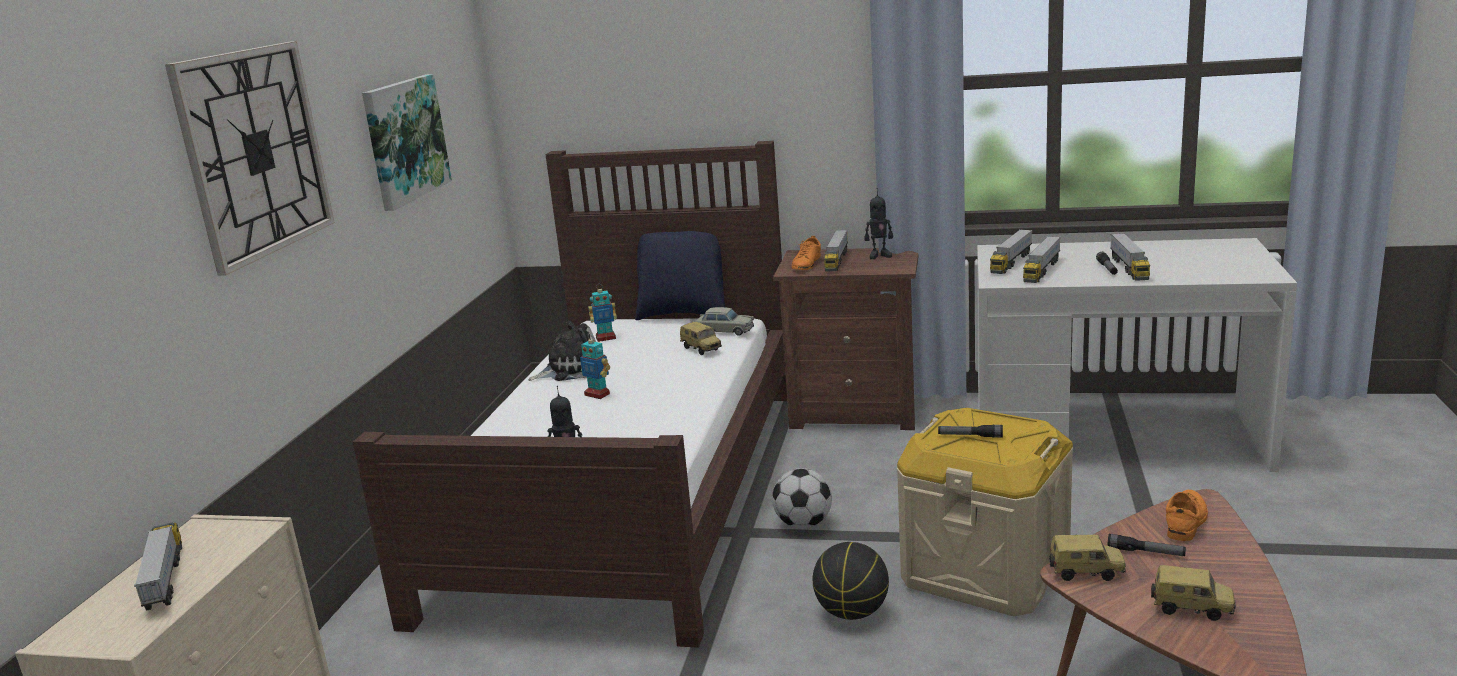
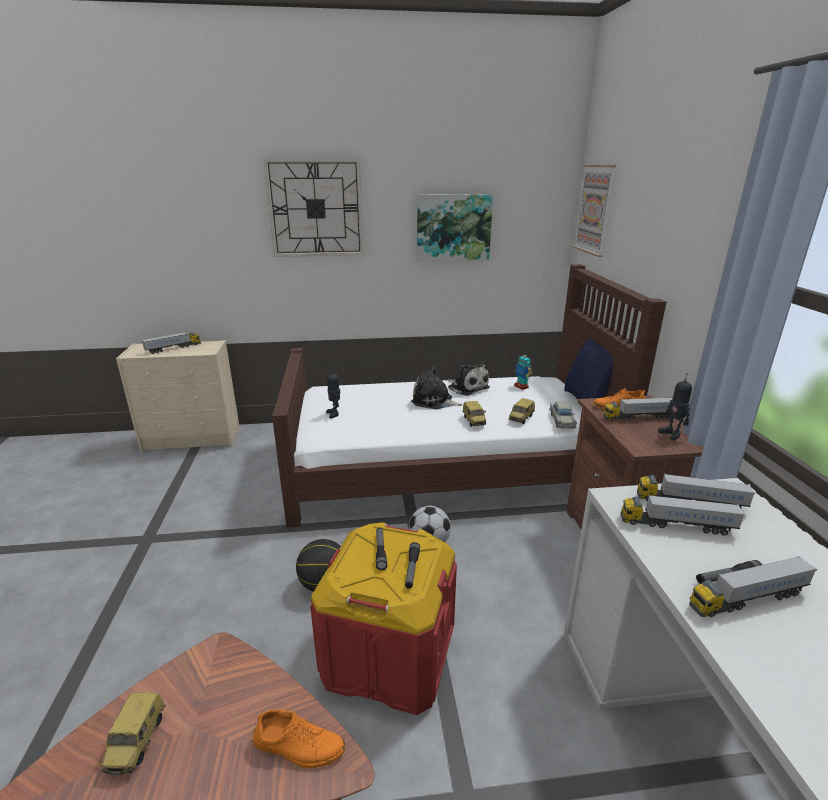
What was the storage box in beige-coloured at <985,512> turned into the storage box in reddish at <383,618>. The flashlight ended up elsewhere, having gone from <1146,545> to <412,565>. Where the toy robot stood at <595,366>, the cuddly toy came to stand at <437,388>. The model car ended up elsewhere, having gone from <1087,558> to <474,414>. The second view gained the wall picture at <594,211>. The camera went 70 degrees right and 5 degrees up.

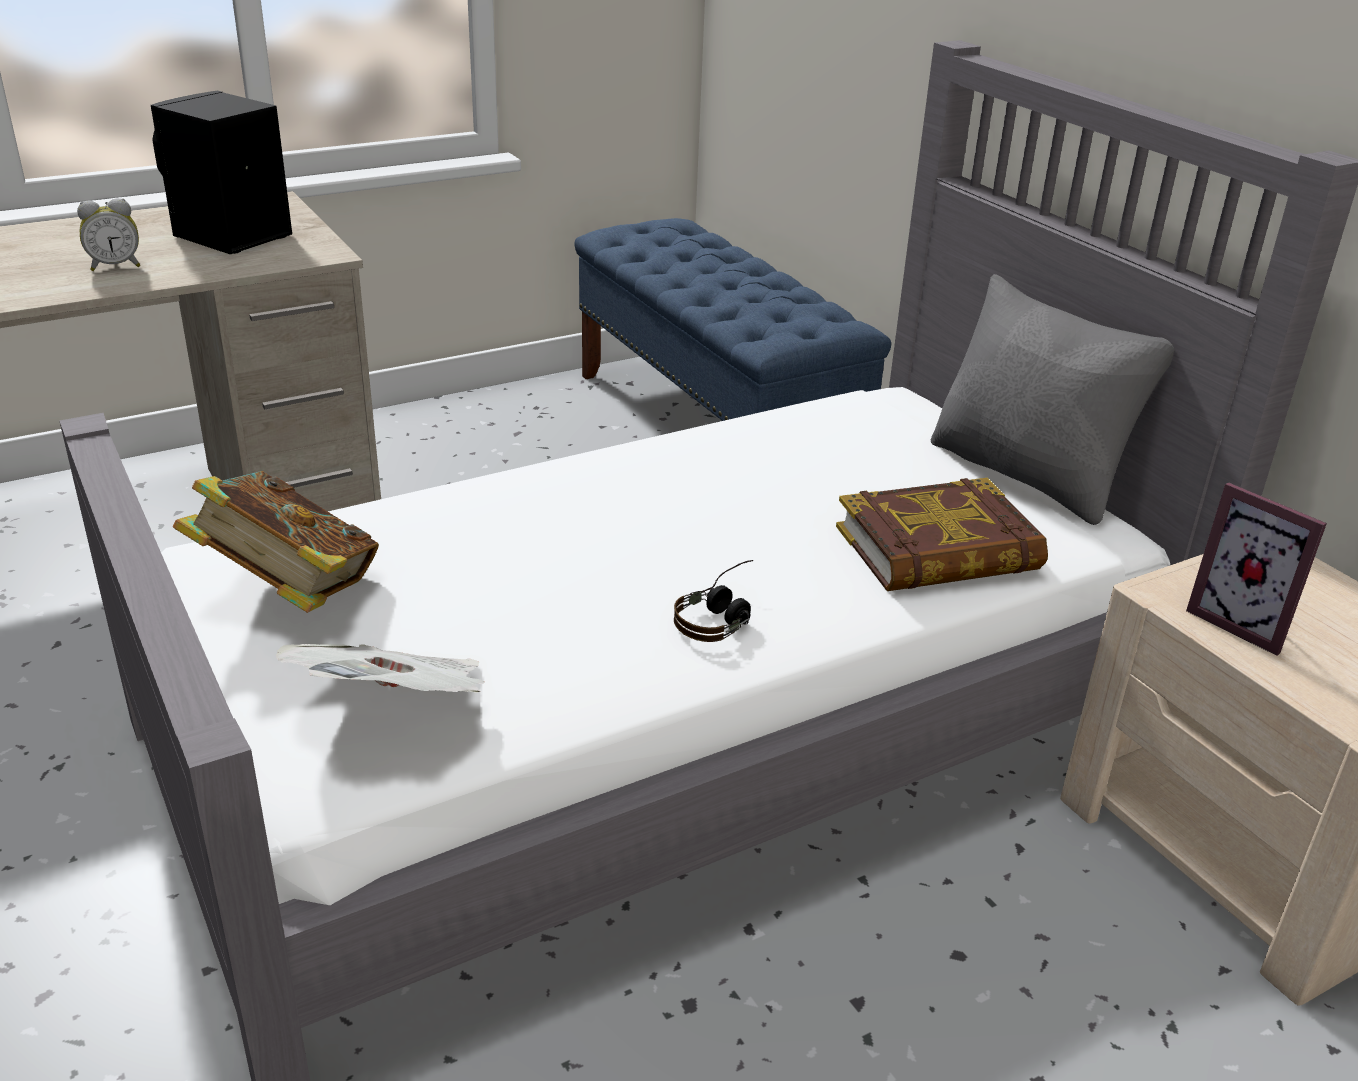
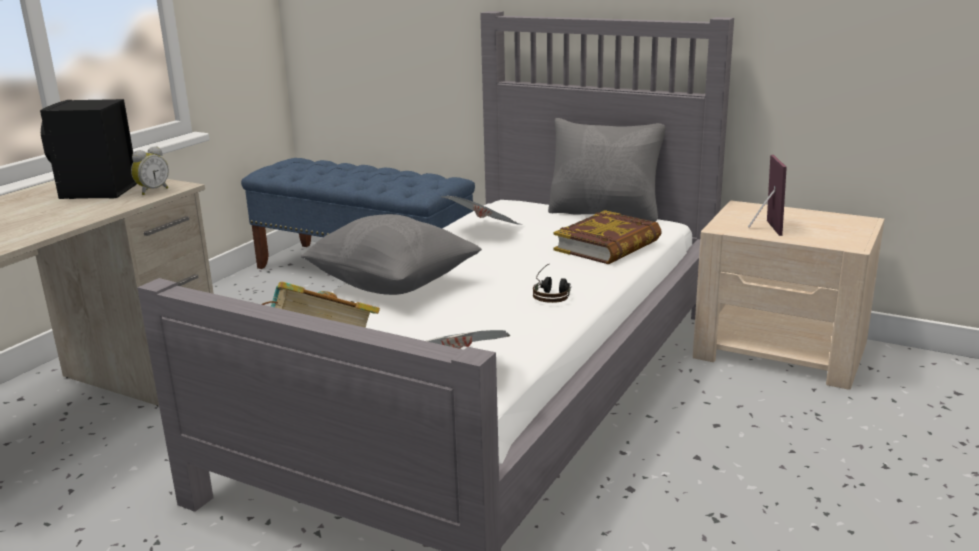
The alarm clock ended up elsewhere, having gone from <108,234> to <150,170>. The second view gained the cushion in grey at <391,254>. The second view gained the daily paper at <481,210>. The standing frame at <1256,569> ended up facing another way, 105 degrees counterclockwise from before. The camera went 30 degrees left and 10 degrees down.

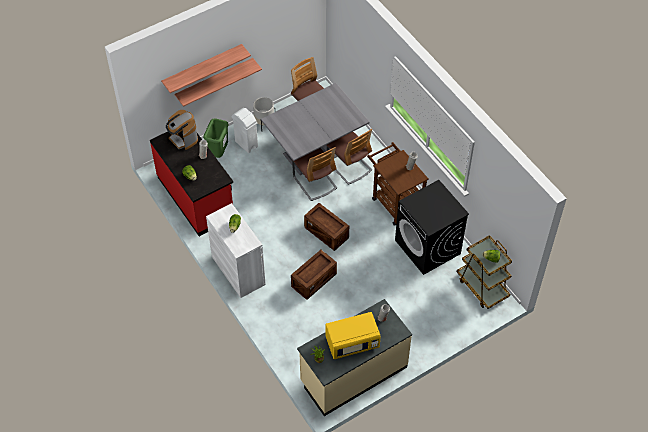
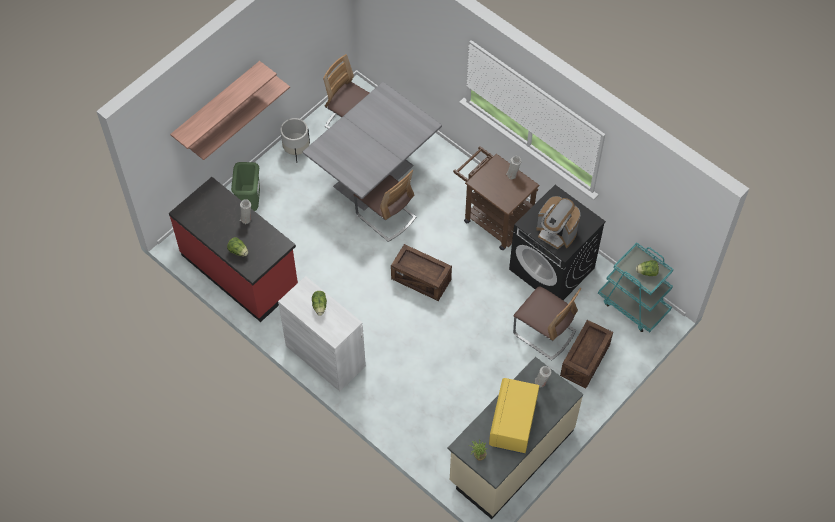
The microwave in yellow at <353,335> ended up facing another way, 135 degrees clockwise from before. The upright chair ended up elsewhere, having gone from <349,157> to <547,323>. The coffee brewer ended up elsewhere, having gone from <182,129> to <558,223>. The shipping crate ended up elsewhere, having gone from <314,275> to <586,354>. What was the cart in brownish at <484,272> turned into the cart in blue-green at <635,287>. The second view lost the trash can in white at <245,130>. The camera went 15 degrees left and 5 degrees up.

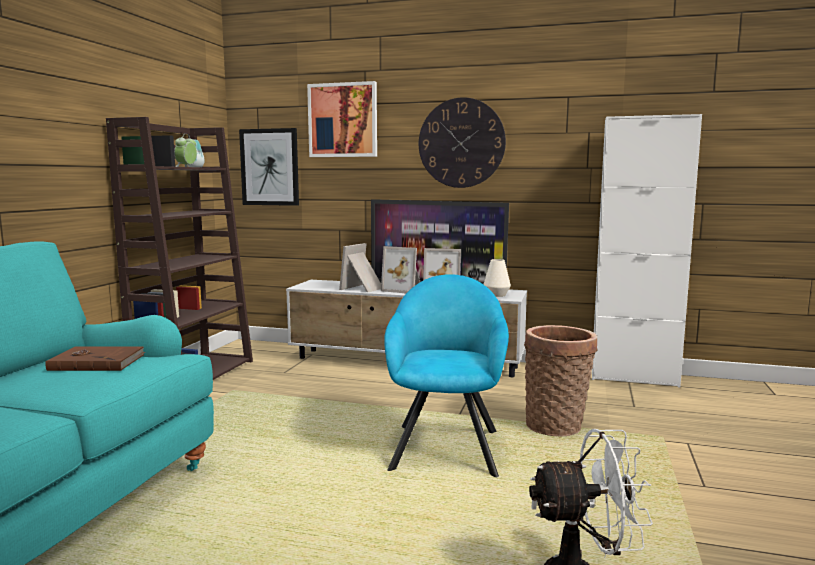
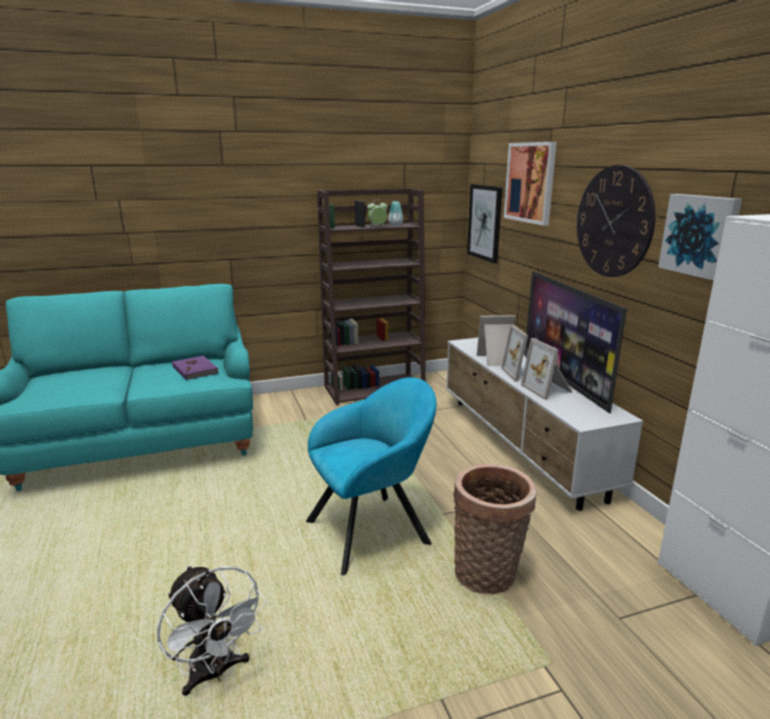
What was the volume in brownish at <95,358> turned into the volume in purplish at <195,368>. The second view gained the wall picture at <700,237>. The second view lost the decorative vase in white at <497,278>. The camera went 55 degrees right and 10 degrees up.

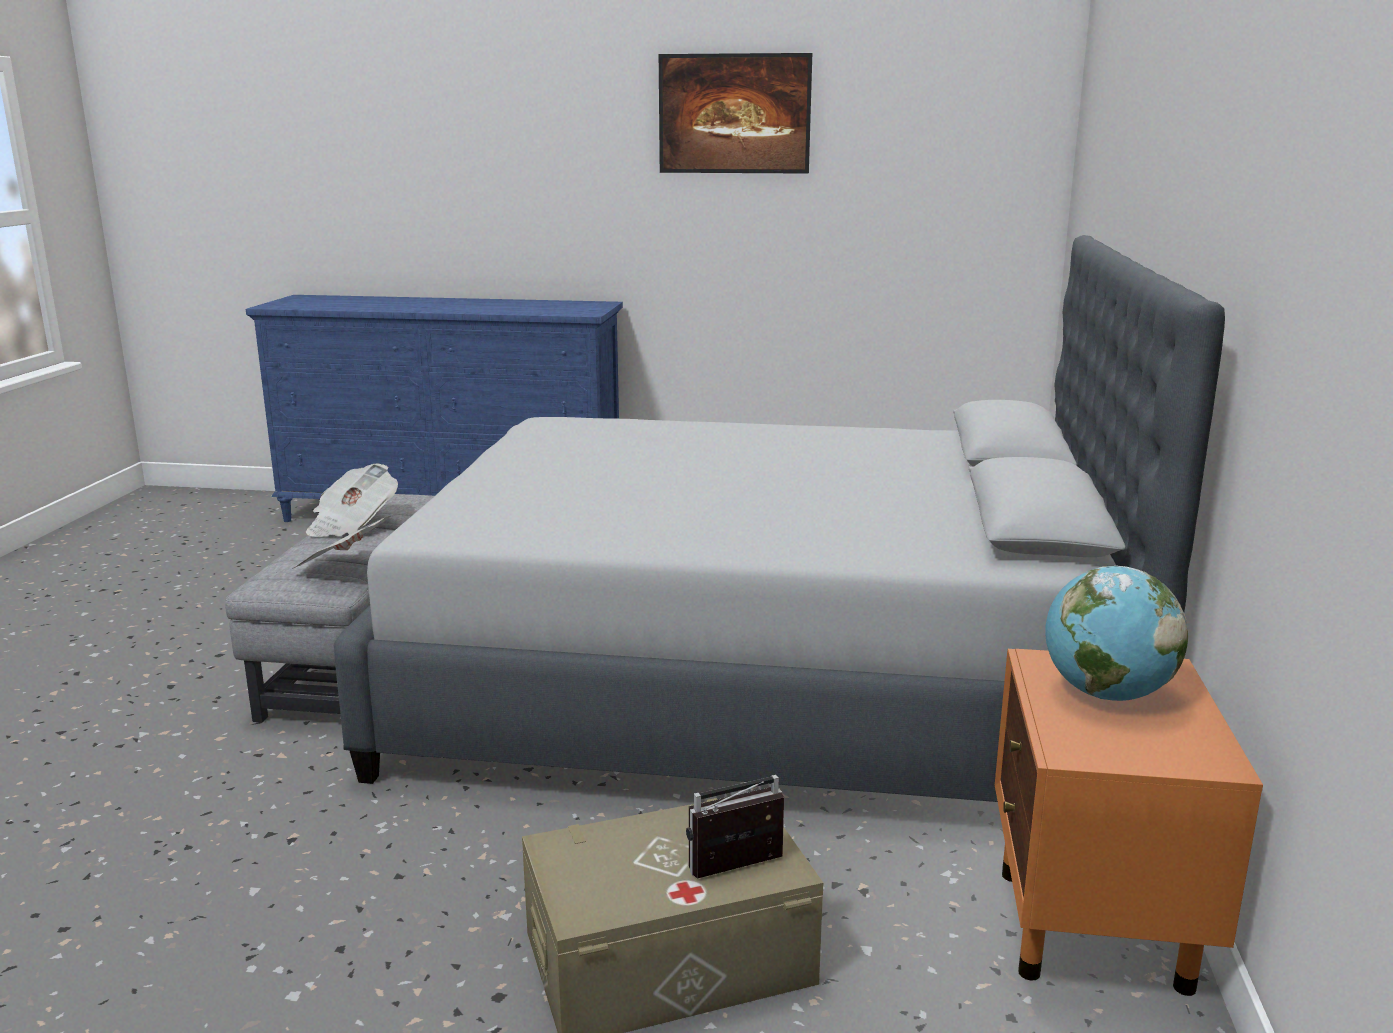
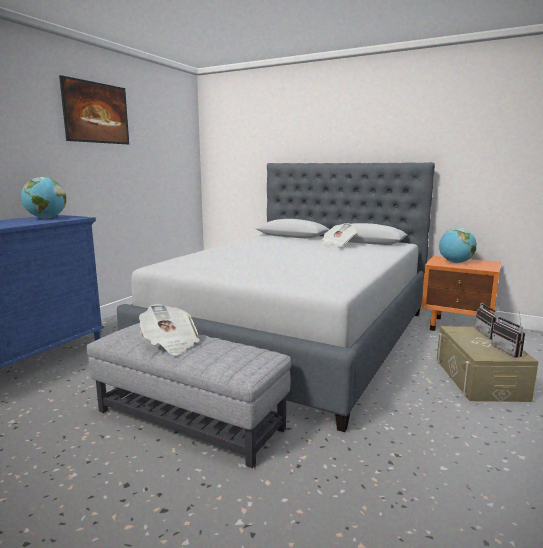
The second view gained the world globe at <44,198>. The daily paper ended up elsewhere, having gone from <341,542> to <339,235>. The second view gained the radio receiver at <508,334>. The camera went 70 degrees left and 5 degrees down.

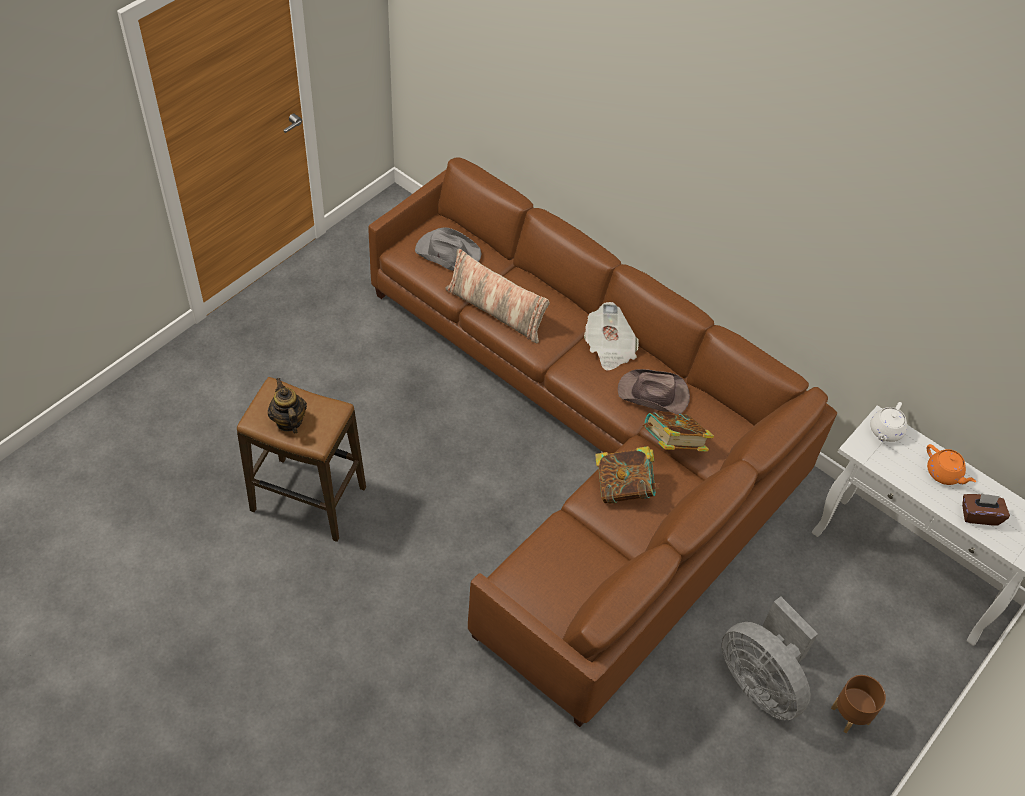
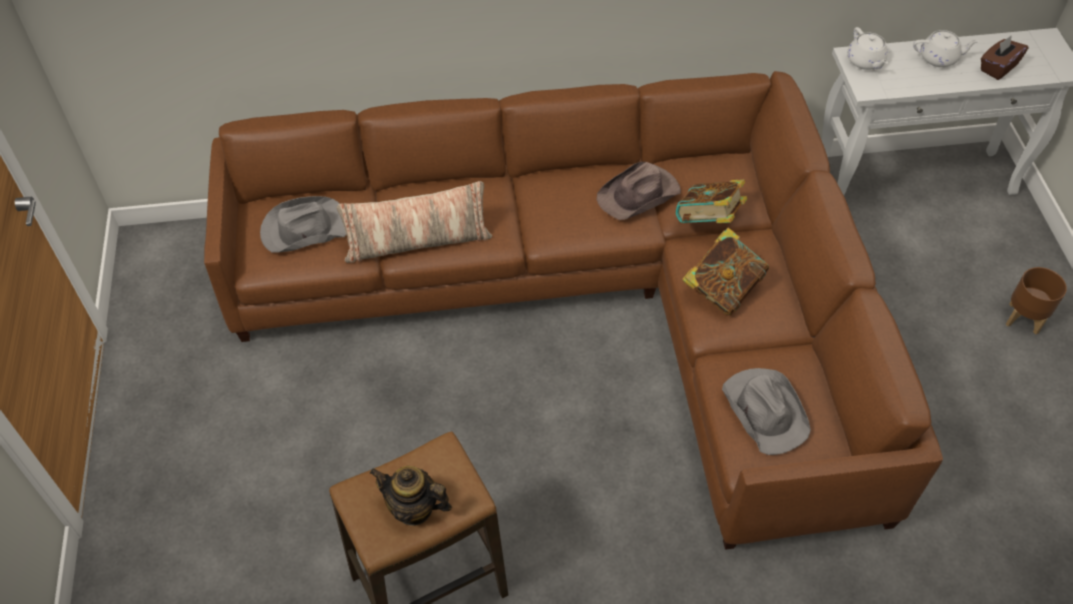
The second view gained the clothing hat in grey at <766,411>. What was the teapot in orangey at <951,464> turned into the teapot in white at <946,48>. The second view lost the daily paper at <611,336>. The second view lost the fan in grey at <770,658>. The camera went 45 degrees left and 0 degrees up.

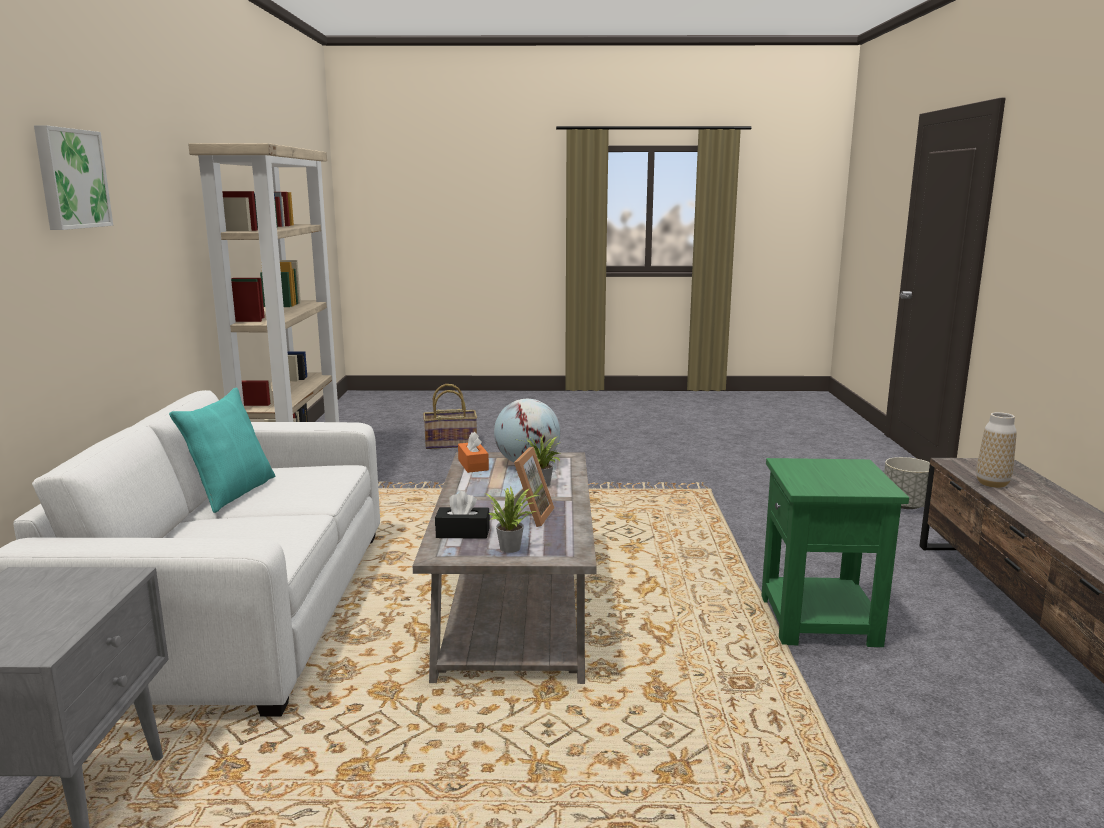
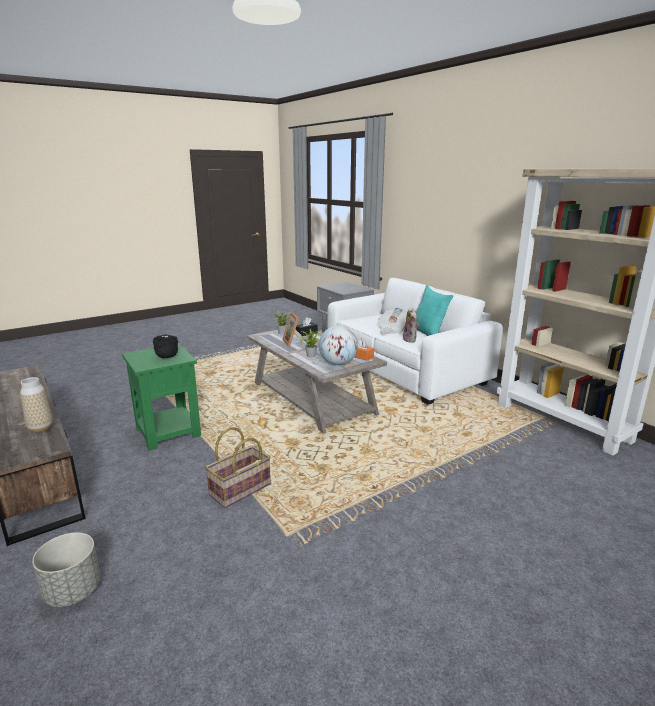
The second view gained the bowl in black-coloured at <165,346>. The basket ended up elsewhere, having gone from <450,416> to <238,467>. The second view gained the daily paper at <392,320>. The second view gained the cuddly toy at <411,325>. The second view lost the wall picture at <73,177>. The camera went 145 degrees right and 5 degrees up.

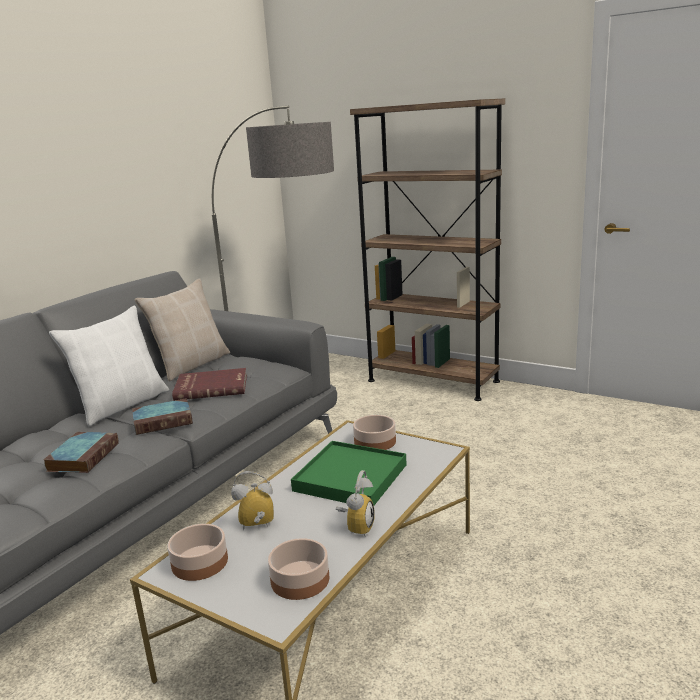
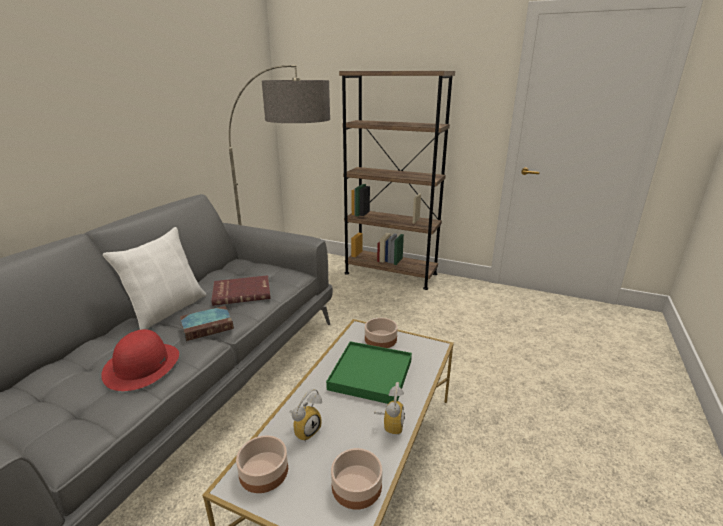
Where the volume stood at <81,452>, the clothing hat in reddish came to stand at <140,360>. The alarm clock at <252,501> ended up facing another way, 150 degrees clockwise from before. The second view lost the cushion in beige-coloured at <182,329>. The camera went 10 degrees left and 5 degrees up.

